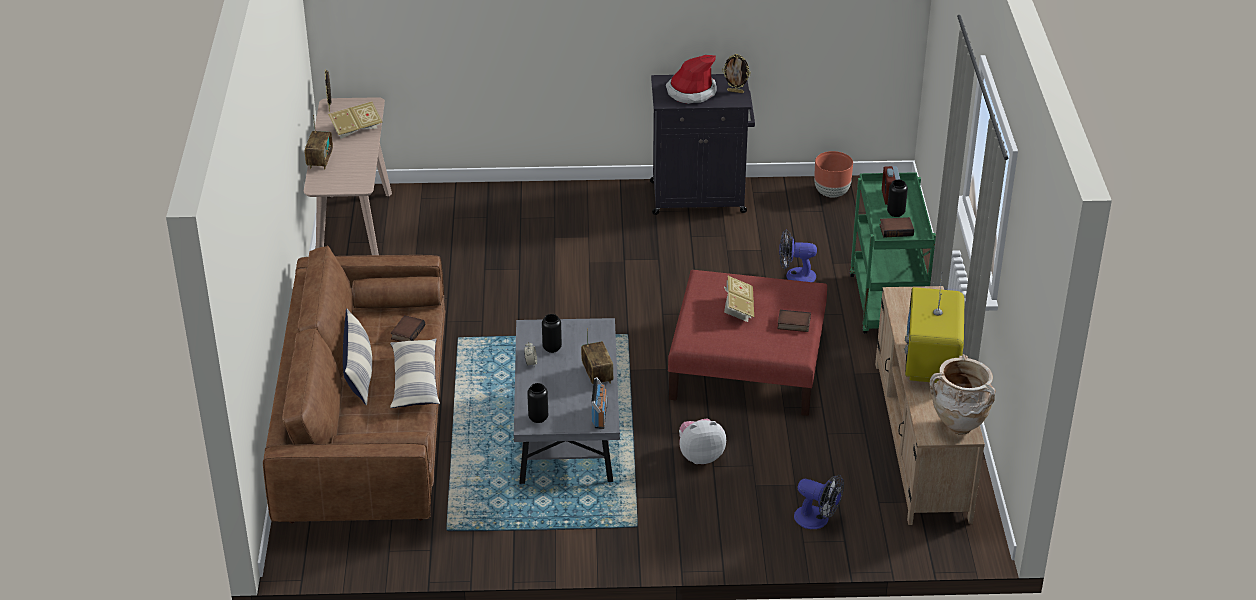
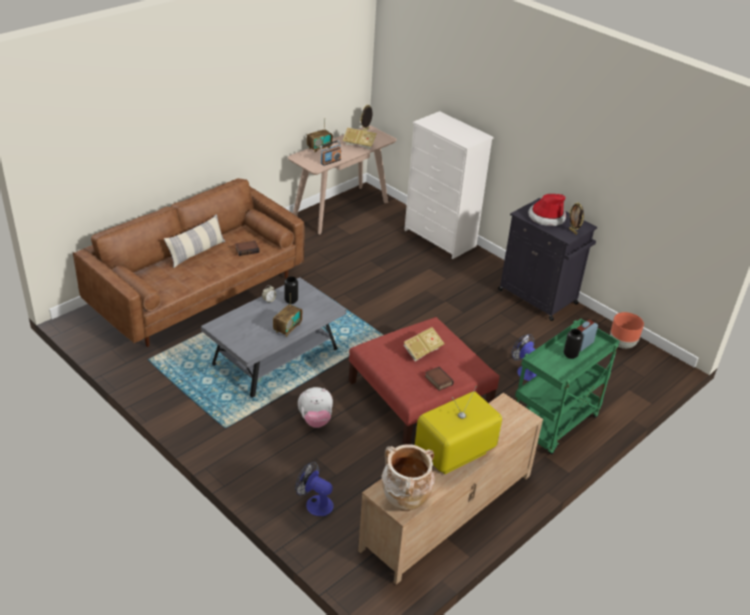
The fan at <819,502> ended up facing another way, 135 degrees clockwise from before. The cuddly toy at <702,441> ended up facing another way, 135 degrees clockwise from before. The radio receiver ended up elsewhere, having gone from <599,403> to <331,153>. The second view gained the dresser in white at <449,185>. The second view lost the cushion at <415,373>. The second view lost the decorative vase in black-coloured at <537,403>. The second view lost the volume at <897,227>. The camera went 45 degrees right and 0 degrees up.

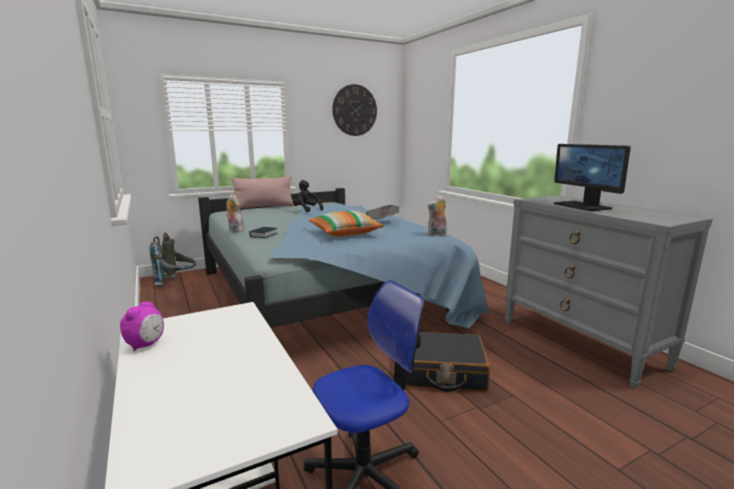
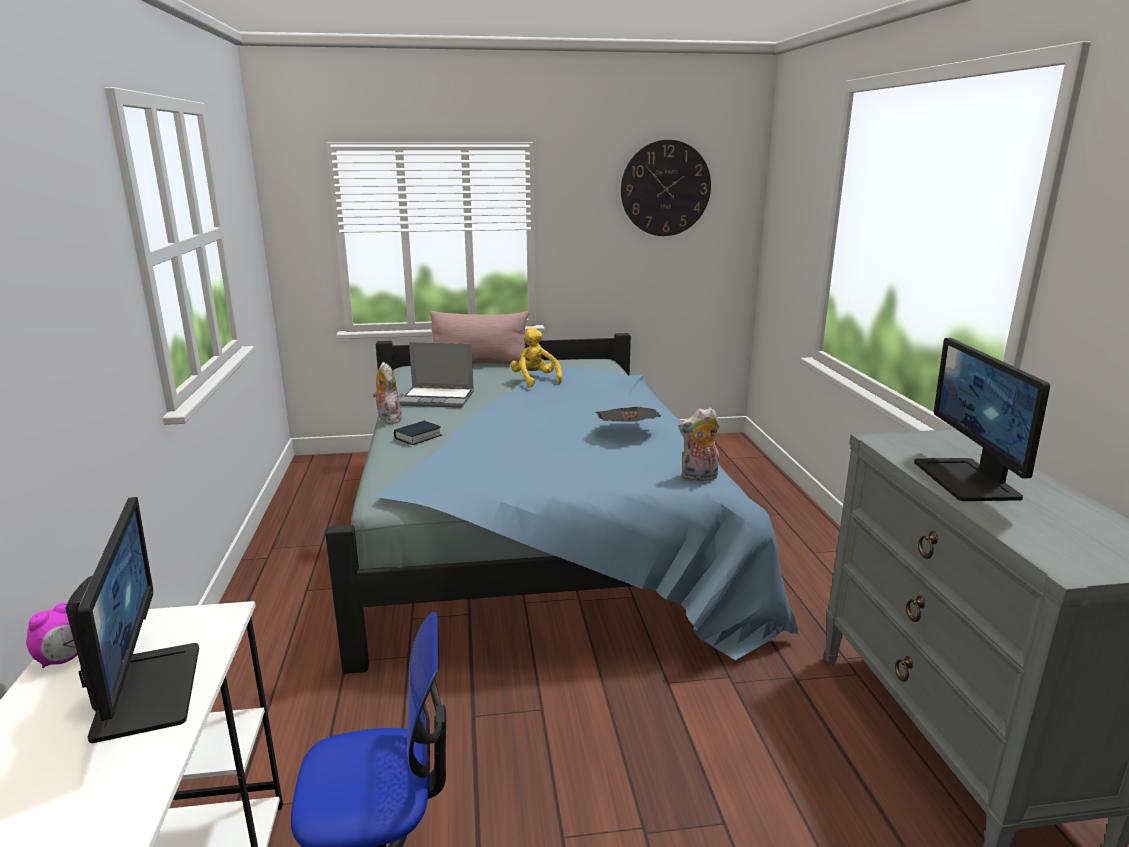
The second view gained the computer display at <132,620>. The second view gained the notebook computer at <436,375>. What was the cuddly toy in black-coloured at <308,196> turned into the cuddly toy in yellow at <536,357>. The second view lost the backpack in grey at <173,259>. The second view lost the cushion at <346,224>. The second view lost the piece of luggage in black-coloured at <448,362>. The camera went 20 degrees right and 5 degrees up.

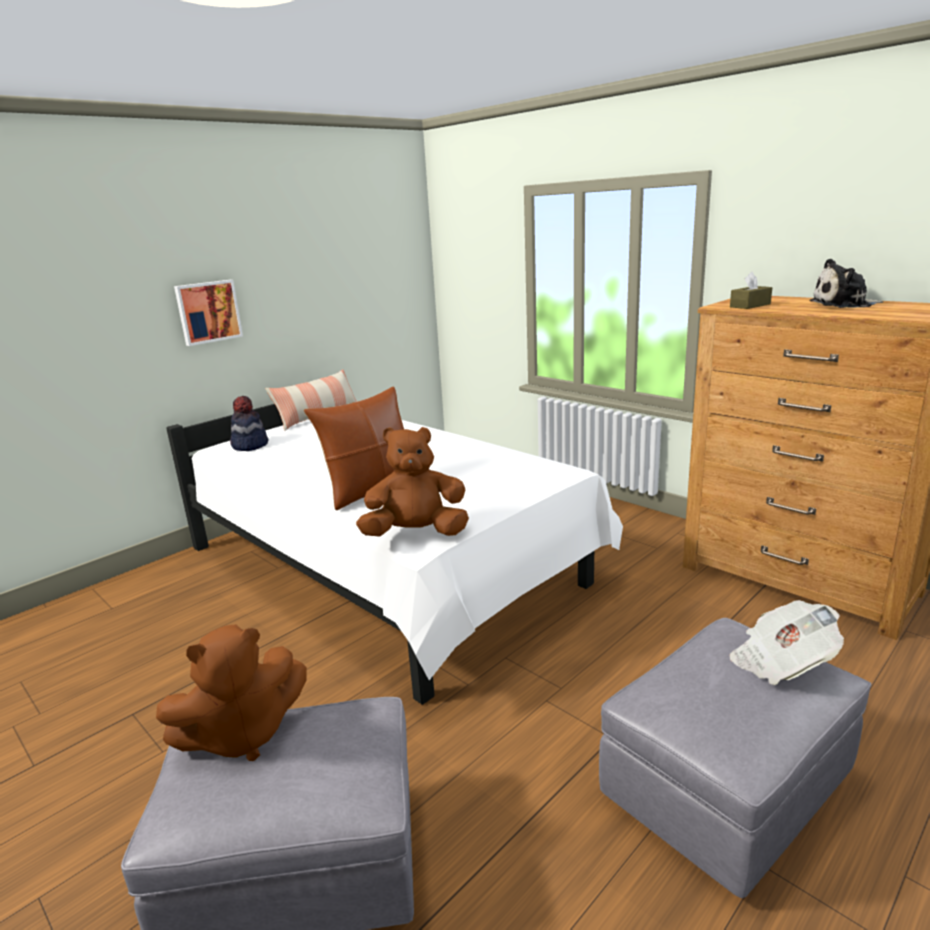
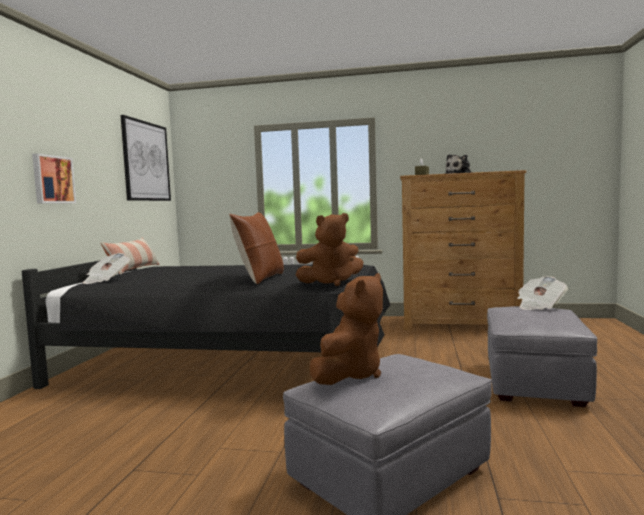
What was the sleeping bed in white at <394,554> turned into the sleeping bed in black-coloured at <206,324>. Where the clothing hat stood at <249,423>, the daily paper came to stand at <106,268>. The second view gained the wall picture at <145,158>. The cuddly toy in brownish at <412,482> ended up facing another way, 150 degrees counterclockwise from before. The camera went 35 degrees left and 15 degrees down.

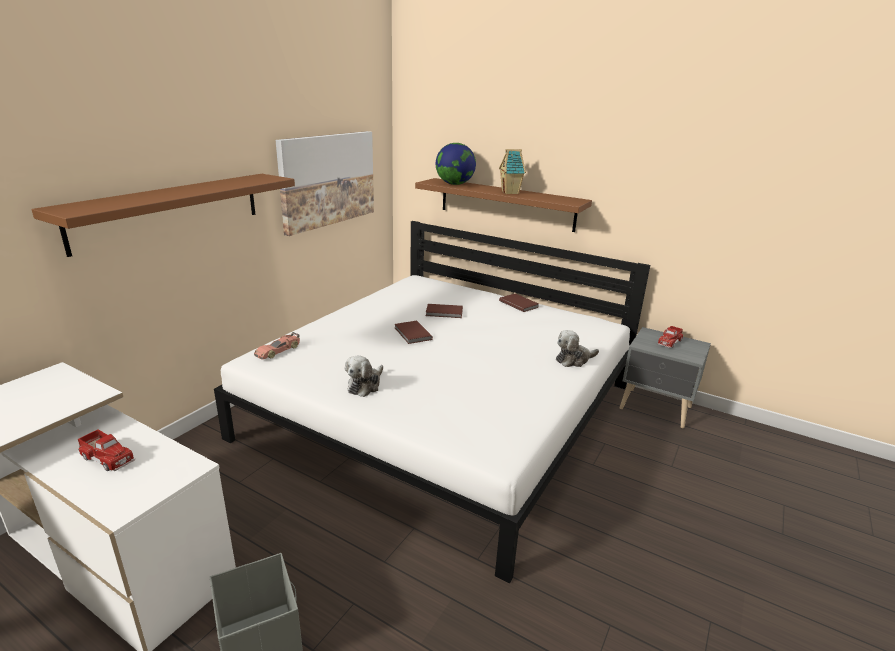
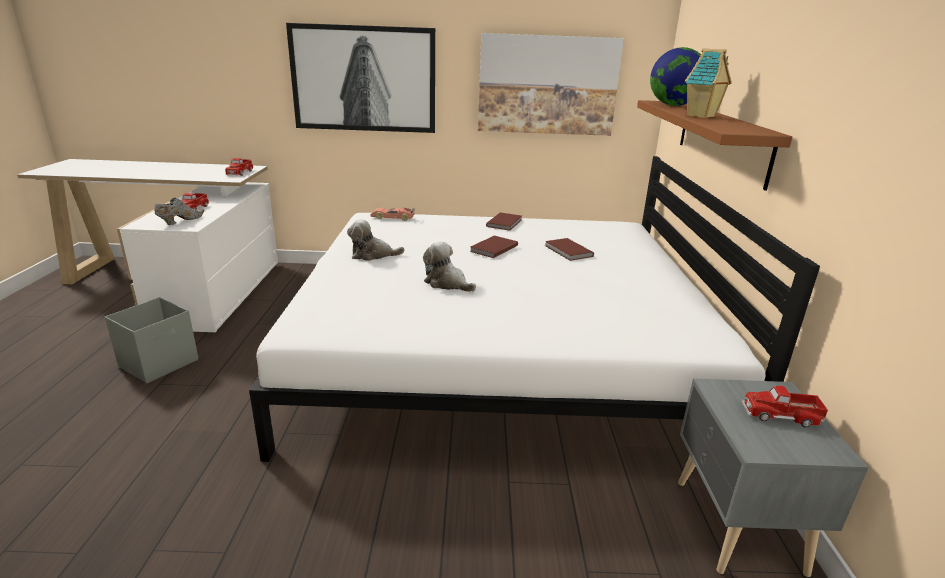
The second view gained the shoe in grey at <179,211>. The second view gained the model truck at <239,167>. Where the wall shelf in brownish hung at <163,215>, the wall picture came to hang at <360,78>. The cuddly toy ended up elsewhere, having gone from <577,348> to <449,267>. The volume in brownish ended up elsewhere, having gone from <519,303> to <504,221>. The camera went 60 degrees right and 0 degrees up.

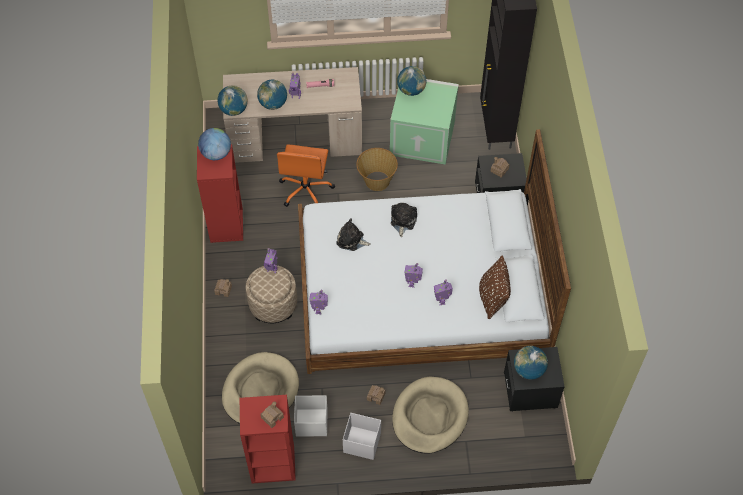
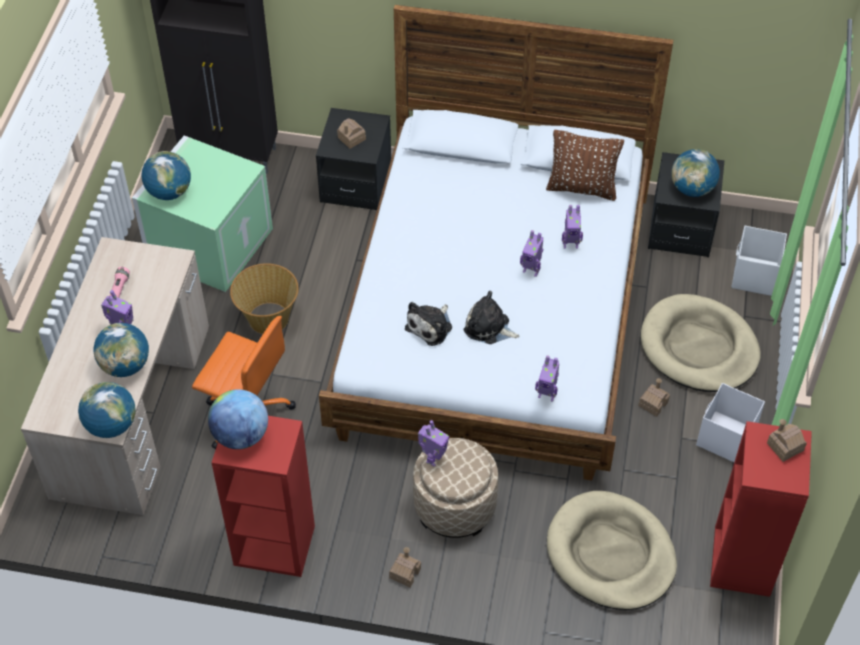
The cuddly toy ended up elsewhere, having gone from <404,220> to <491,317>. The storage box in white ended up elsewhere, having gone from <311,416> to <759,261>. The camera went 75 degrees left and 5 degrees down.

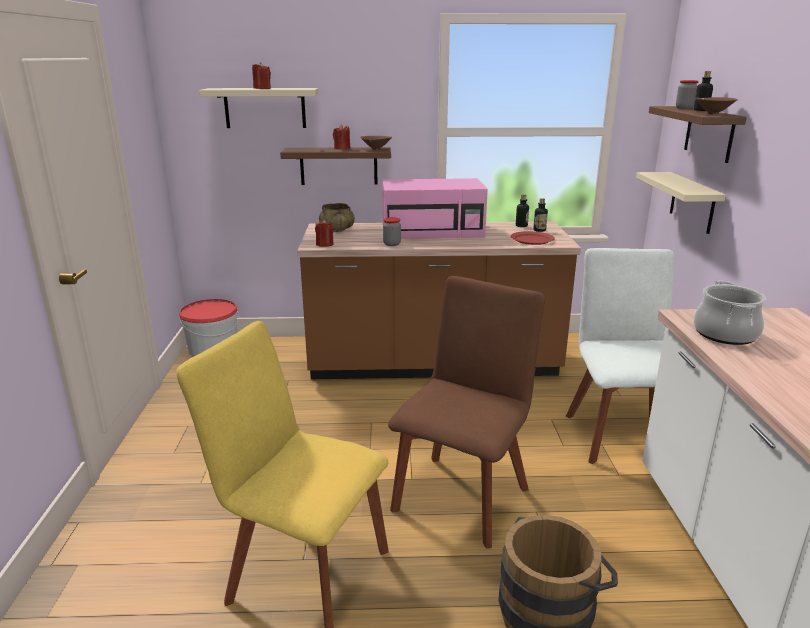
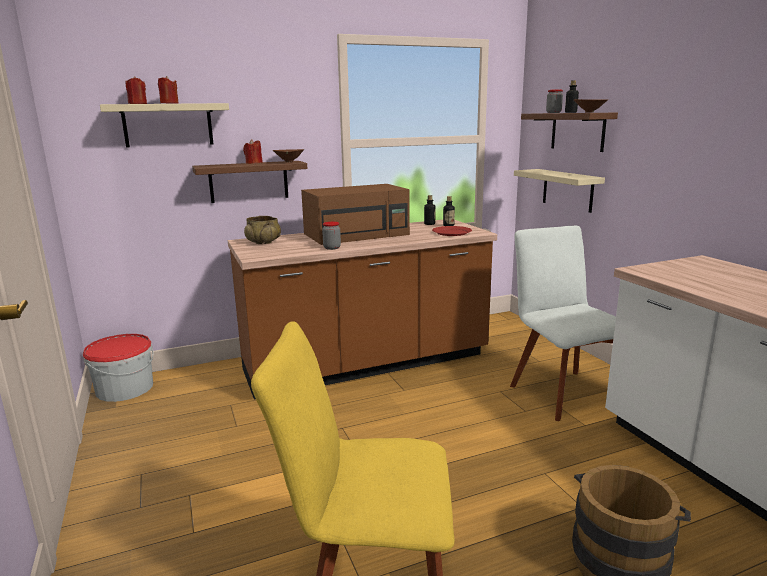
The wax candle in reddish ended up elsewhere, having gone from <324,233> to <136,90>. What was the microwave in pinkish at <435,208> turned into the microwave in brownish at <355,214>. The second view lost the upright chair in brownish at <466,412>. The second view lost the stockpot at <729,313>. The camera went 20 degrees left and 5 degrees down.

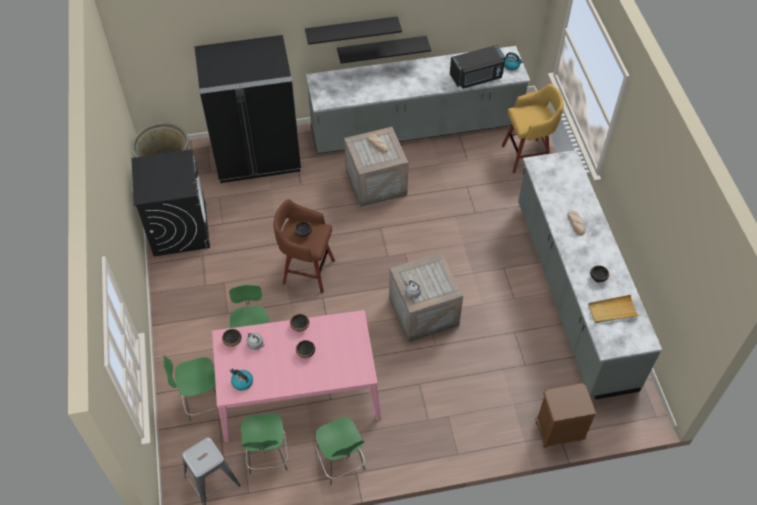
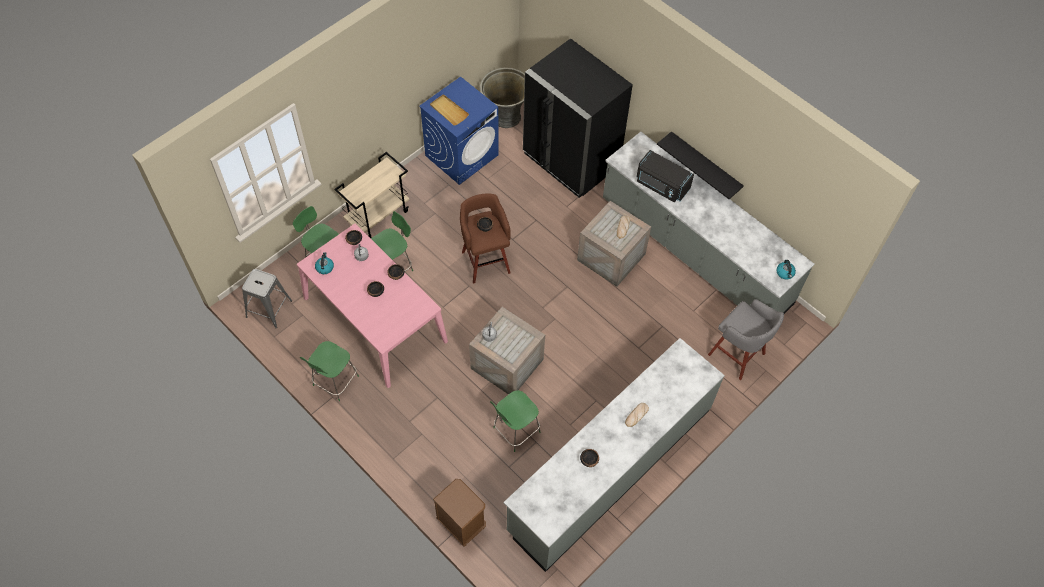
The second view gained the cart in beige-coloured at <371,195>. What was the laundry appliance in black-coloured at <170,203> turned into the laundry appliance in blue-coloured at <459,131>. The serving tray in beige-coloured ended up elsewhere, having gone from <613,309> to <449,110>. The upright chair in green ended up elsewhere, having gone from <264,443> to <515,421>. The microwave in black-coloured ended up elsewhere, having gone from <477,67> to <665,176>. What was the stool seat in yellow at <533,128> turned into the stool seat in grey at <746,339>. The second view lost the wall shelf in black-coloured at <353,30>. The camera went 55 degrees right and 5 degrees up.

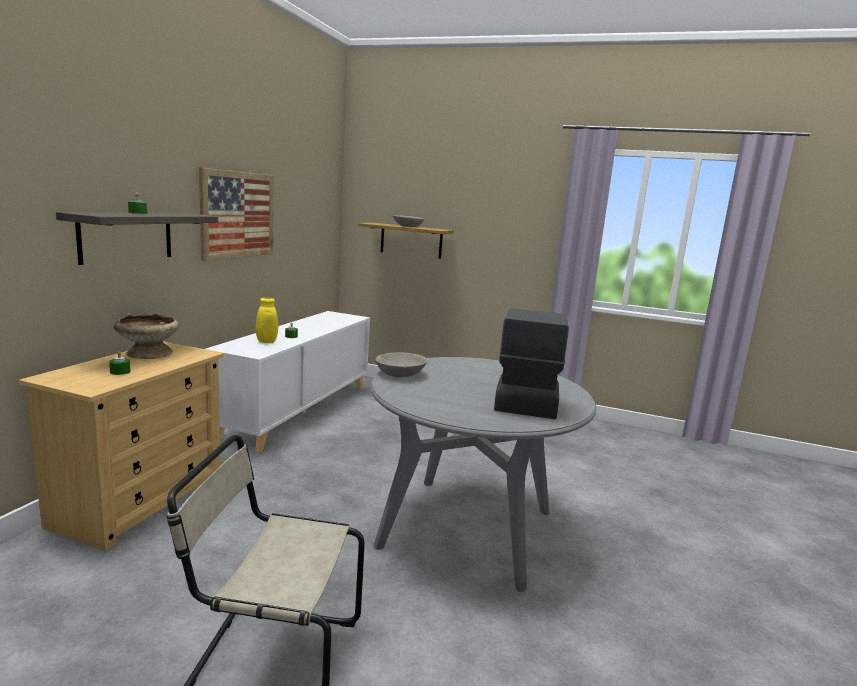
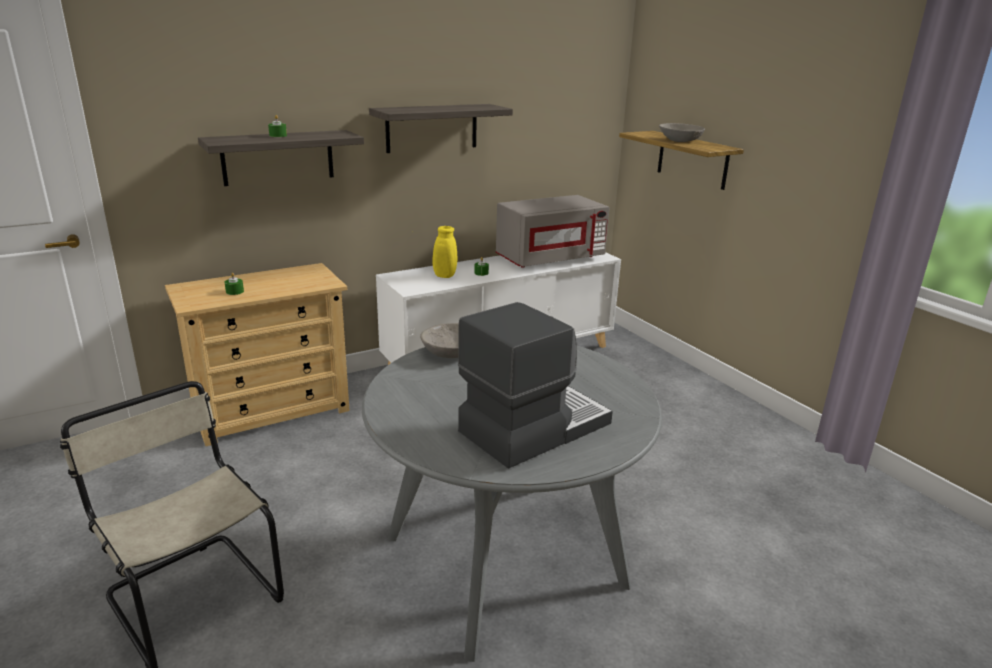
Where the wall picture hung at <236,214>, the wall shelf came to hang at <441,128>. The second view gained the microwave in grey at <553,231>. The second view lost the bowl in beige-coloured at <146,336>. The camera went 40 degrees right and 10 degrees up.

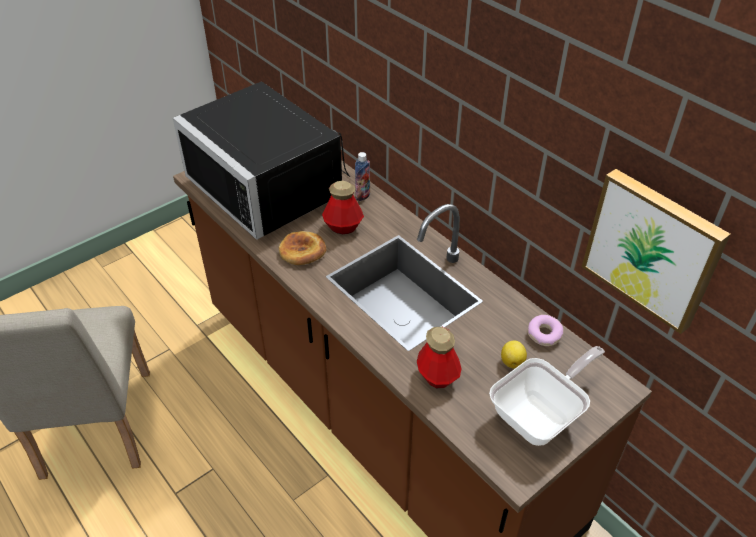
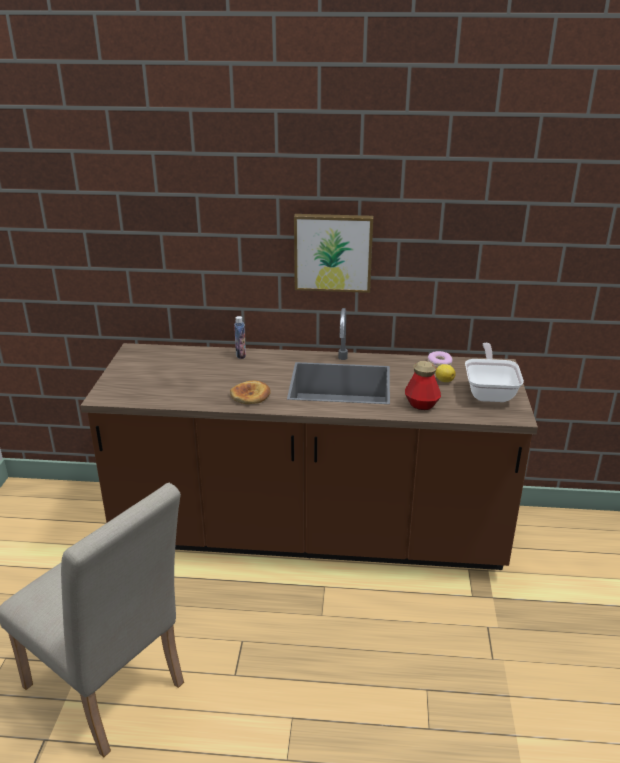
The wall picture ended up elsewhere, having gone from <656,251> to <333,253>. The second view lost the microwave in black-coloured at <261,160>. The second view lost the beverage bottle at <343,207>. The camera went 45 degrees left and 15 degrees down.

